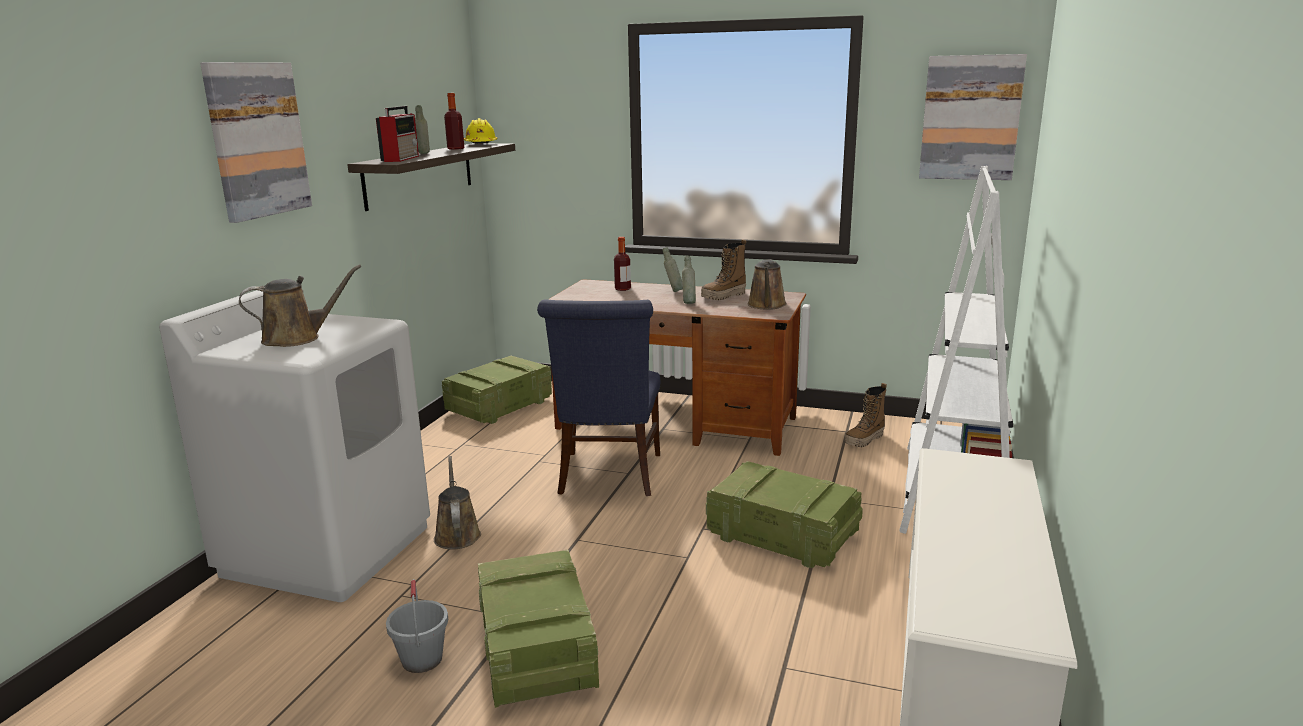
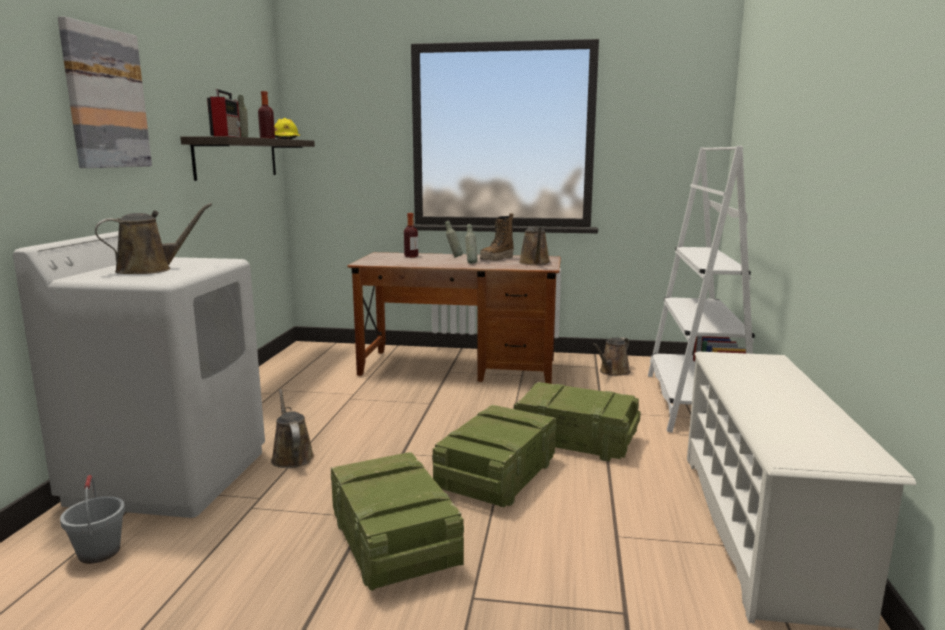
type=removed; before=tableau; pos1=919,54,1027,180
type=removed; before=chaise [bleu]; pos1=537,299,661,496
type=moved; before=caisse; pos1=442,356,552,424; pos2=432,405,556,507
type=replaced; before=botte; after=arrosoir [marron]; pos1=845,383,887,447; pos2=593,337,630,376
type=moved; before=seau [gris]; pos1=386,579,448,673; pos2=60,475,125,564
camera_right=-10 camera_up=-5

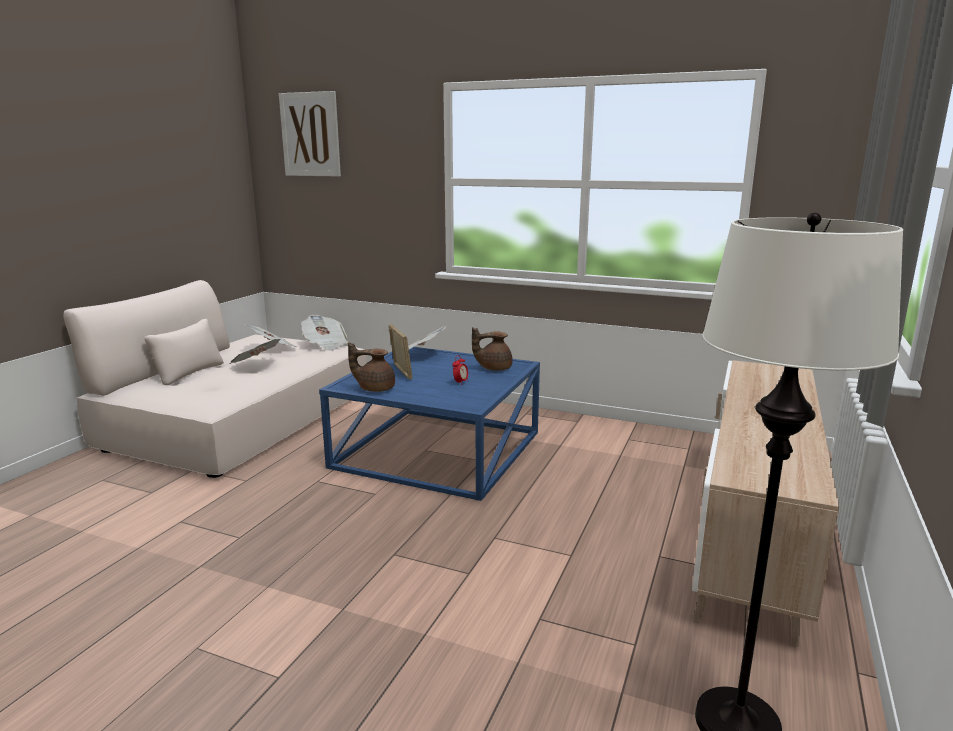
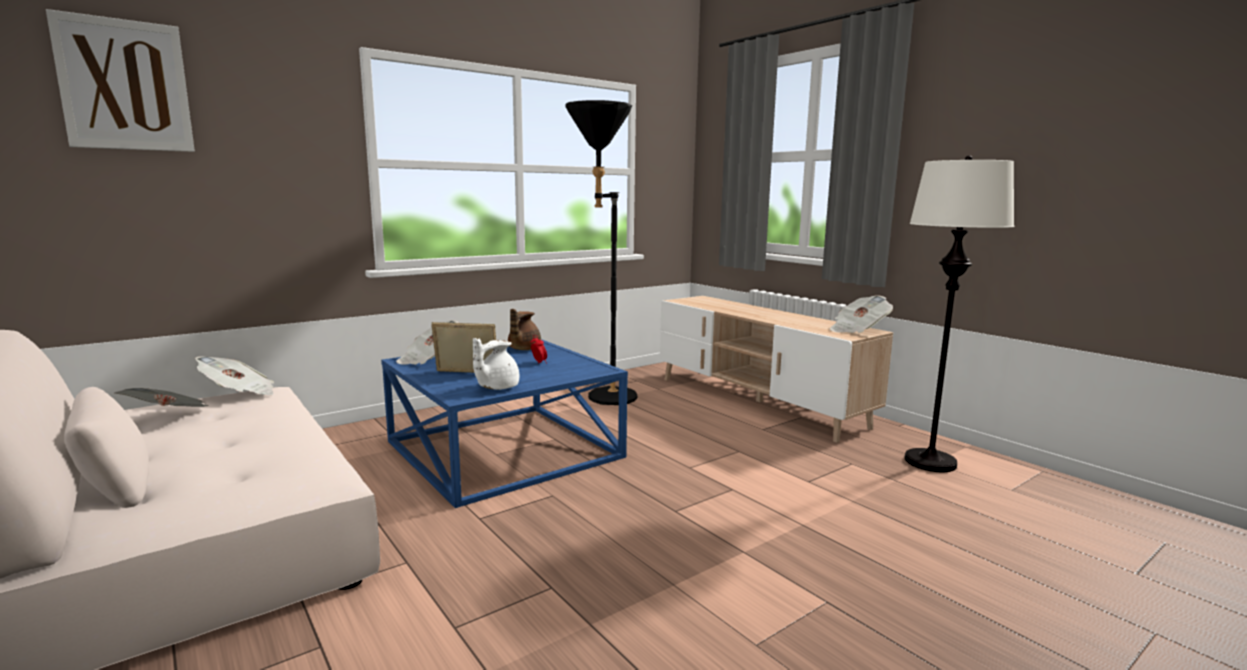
type=moved; before=journal; pos1=229,339,281,364; pos2=829,295,893,333
type=recoloured; before=théière [marron]; after=théière [blanc]; pos1=348,342,395,392; pos2=473,338,519,390
type=added; after=lampadaire [noir]; pos2=565,100,637,405
camera_right=-60 camera_up=-5

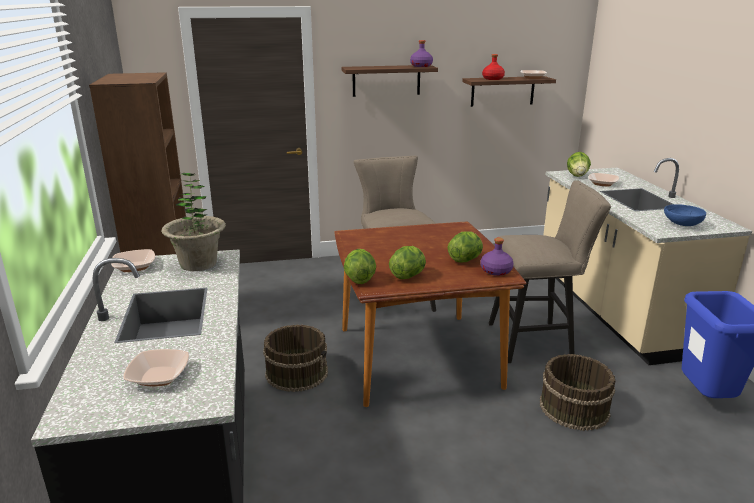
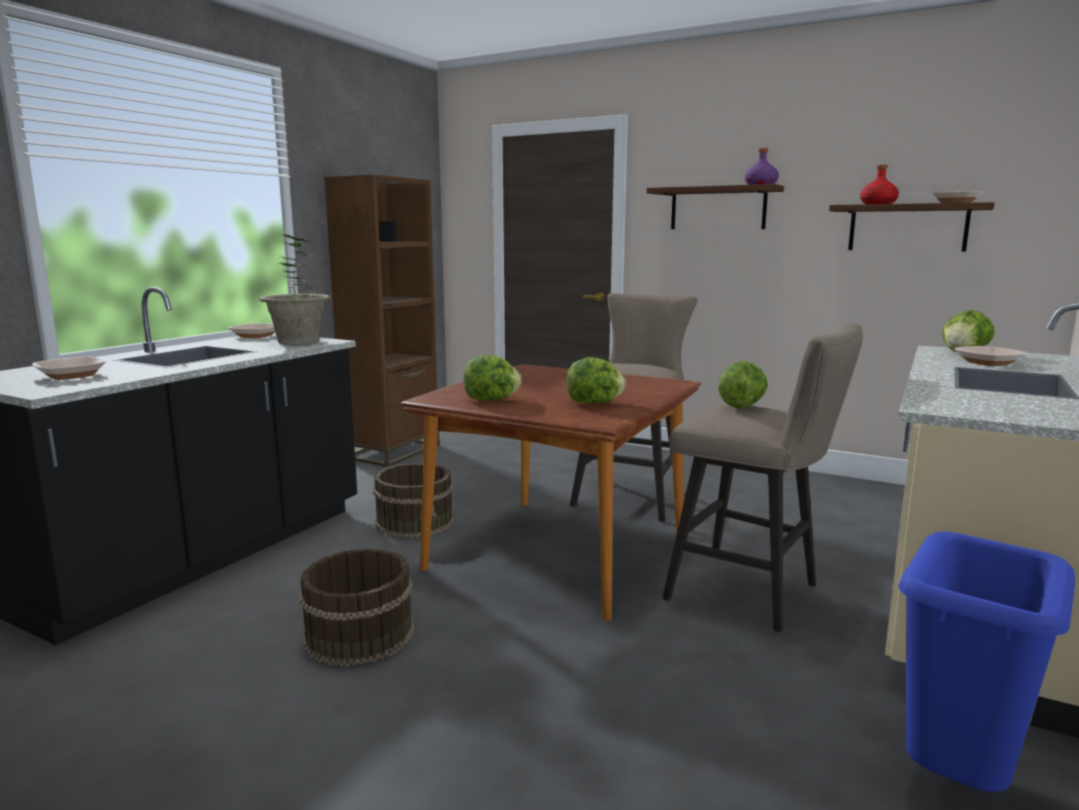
type=removed; before=bol [bleu]; pos1=664,204,706,226
type=removed; before=bouteille [violet]; pos1=480,237,514,276
type=moved; before=laitue; pos1=344,249,376,284; pos2=718,361,768,408
type=moved; before=seau [marron]; pos1=540,354,616,431; pos2=299,549,414,667
camera_right=40 camera_up=-10

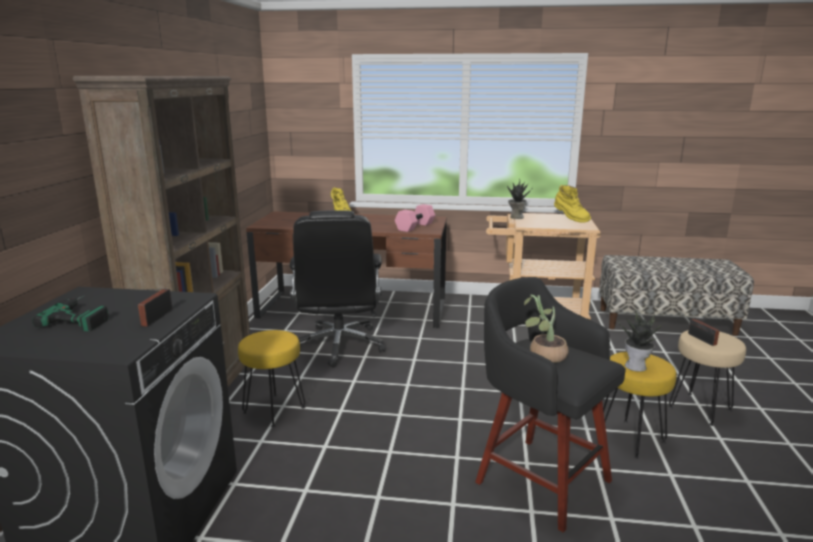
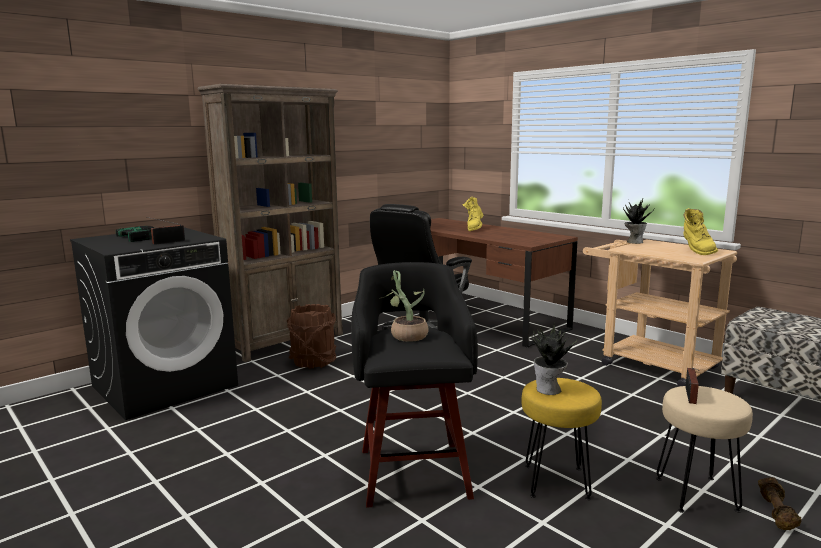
type=removed; before=haltère [rose]; pos1=395,204,435,232
type=replaced; before=tabouret [jaune]; after=seau [marron]; pos1=238,330,305,427; pos2=287,304,337,369
type=added; after=haltère [marron]; pos2=758,477,802,530
camera_right=40 camera_up=-5

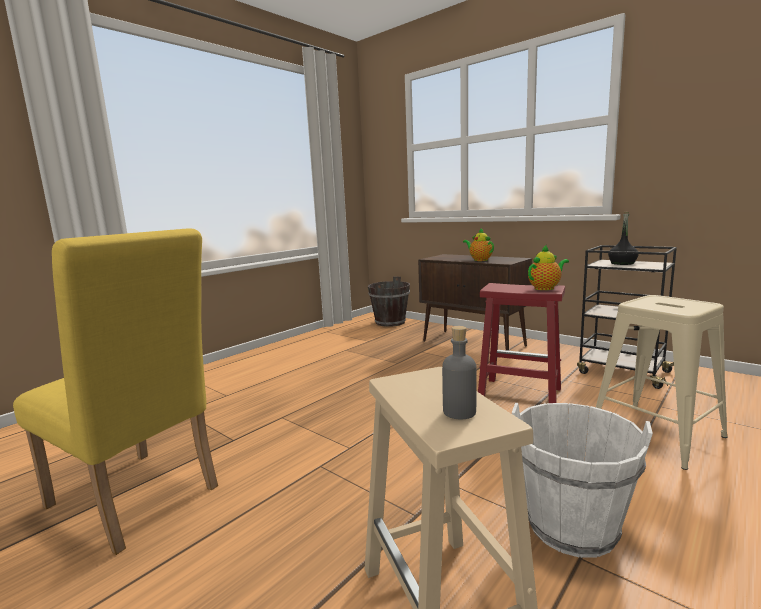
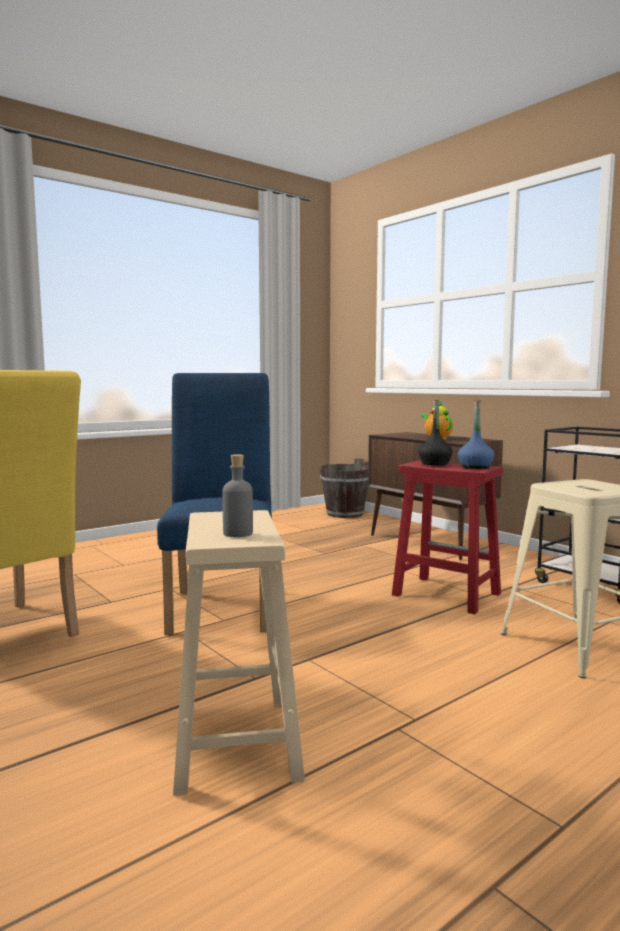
type=moved; before=bouteille [noir]; pos1=608,212,639,265; pos2=418,399,453,465
type=replaced; before=théière; after=bouteille [bleu]; pos1=528,244,569,290; pos2=458,400,494,469
type=removed; before=seau [blanc]; pos1=512,403,653,558
type=added; after=chaise [bleu]; pos2=157,373,272,635
camera_right=10 camera_up=-5

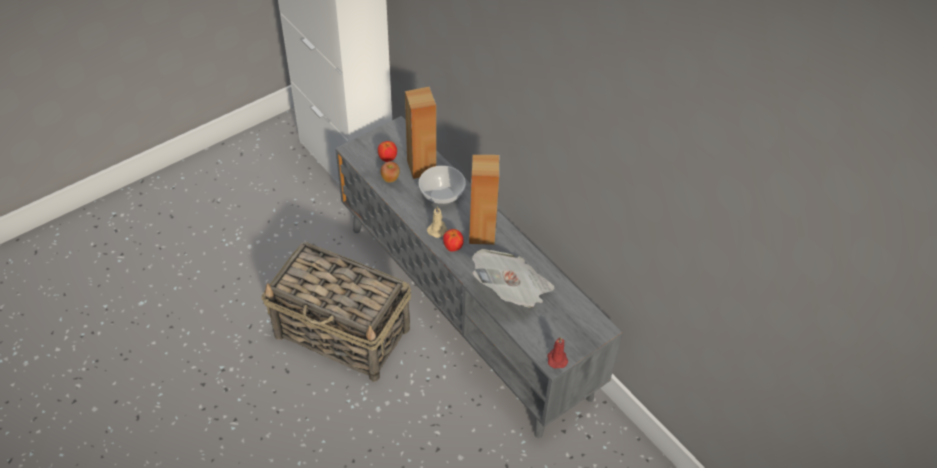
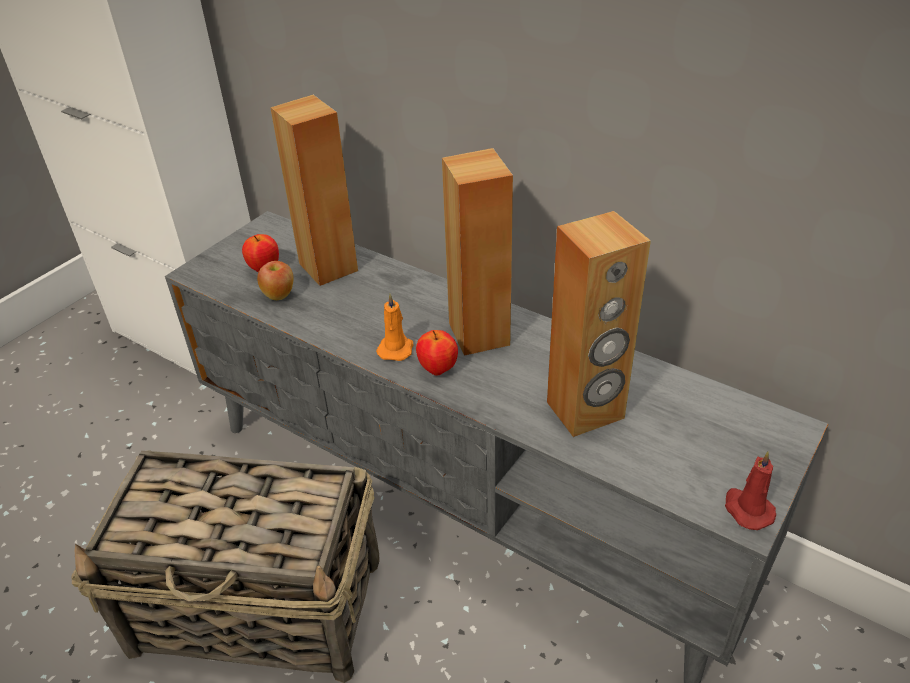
type=removed; before=bol; pos1=419,166,466,206
type=recoloured; before=bougie [beige]; after=bougie [orange]; pos1=427,206,447,238; pos2=376,293,413,361
type=replaced; before=journal; after=enceinte [marron]; pos1=472,249,555,308; pos2=547,211,651,437
camera_right=-15 camera_up=-10

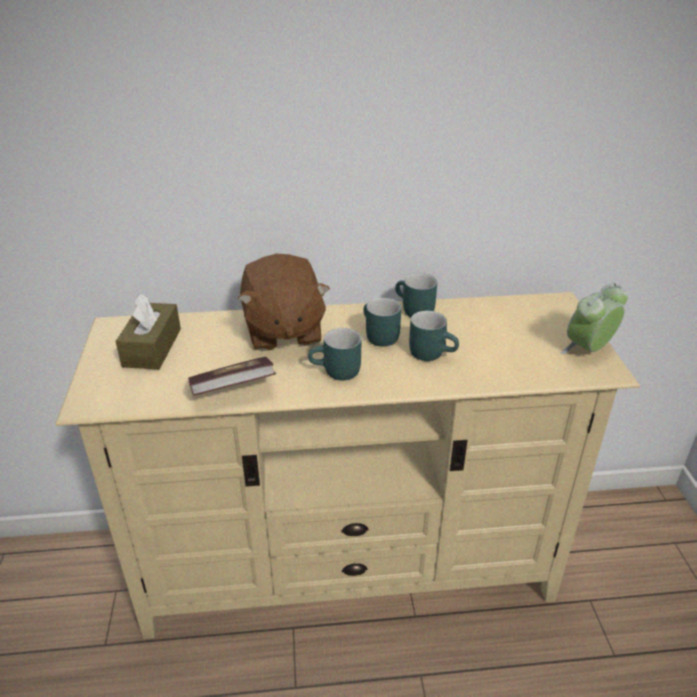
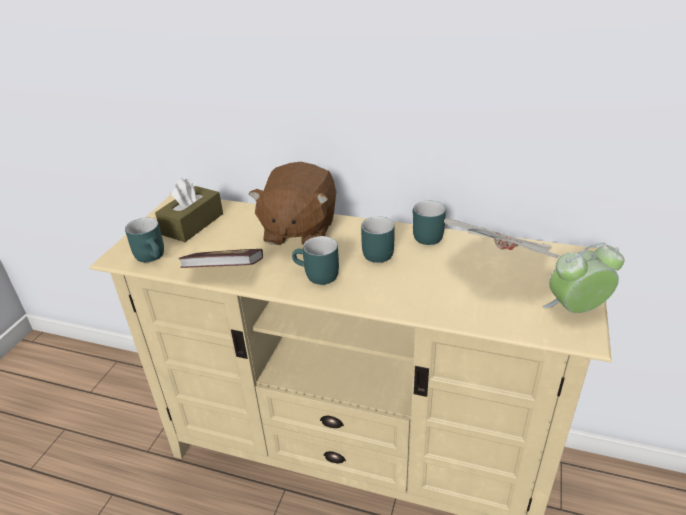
type=moved; before=mug [turquoise]; pos1=409,311,459,361; pos2=125,217,164,262
type=added; after=journal; pos2=444,218,561,259
camera_right=25 camera_up=0

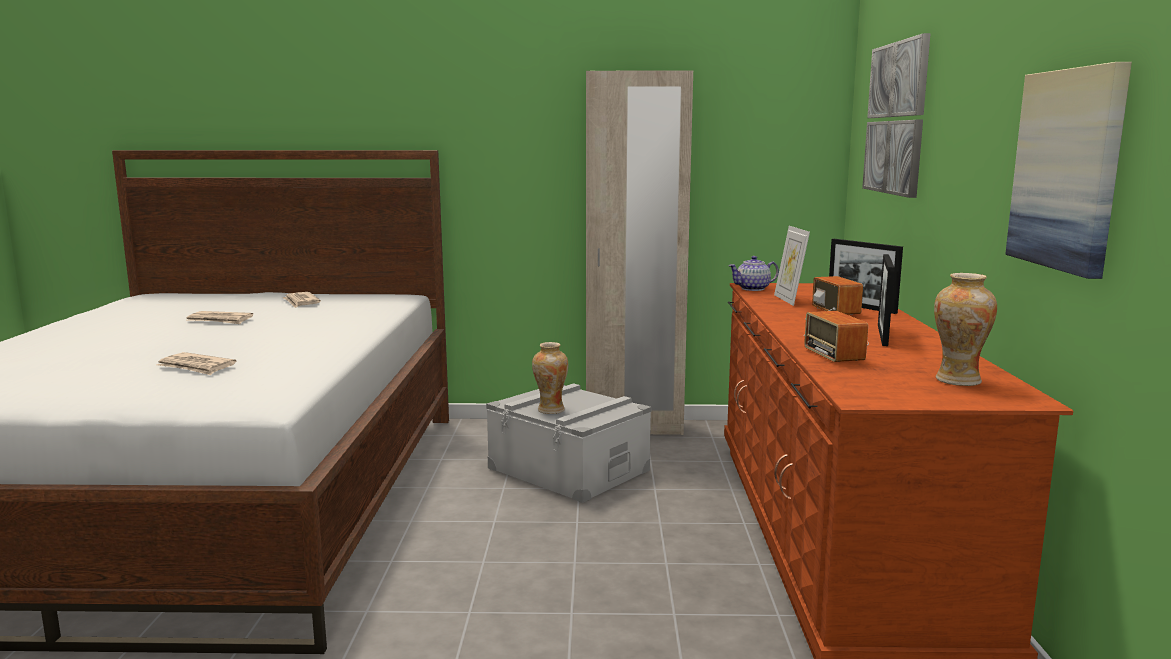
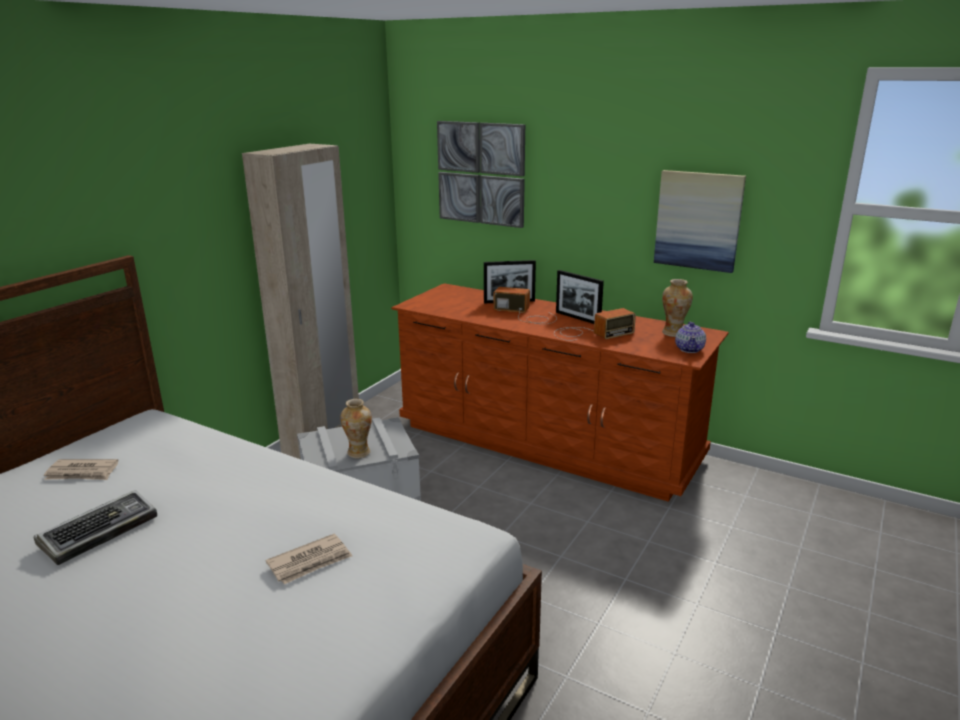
type=removed; before=cadre photo; pos1=774,226,810,306
type=moved; before=théière; pos1=728,256,779,291; pos2=675,322,706,353
type=replaced; before=journal; after=clavier; pos1=187,311,253,324; pos2=33,490,157,565
type=turned; before=radio; pos1=804,311,869,362; pos2=554,308,636,341; turn=-45
camera_right=-60 camera_up=10

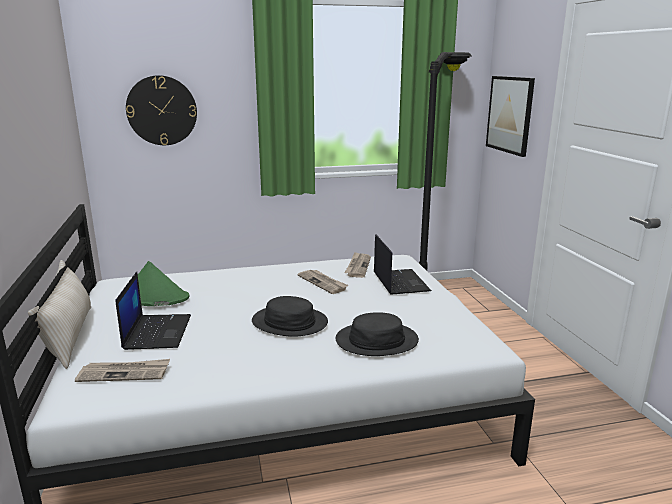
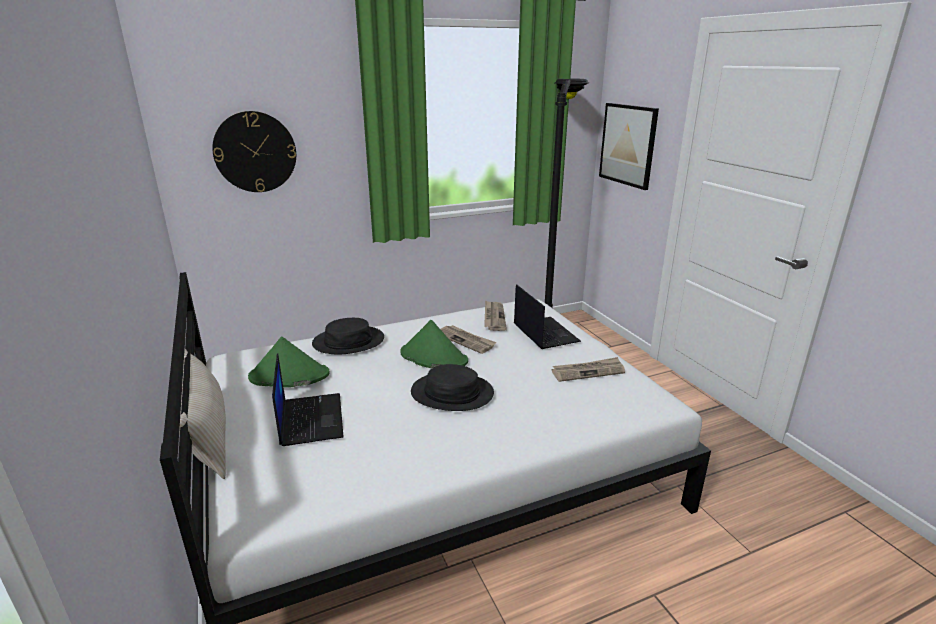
type=moved; before=chapeau [noir]; pos1=336,312,419,356; pos2=312,318,384,354
type=moved; before=journal; pos1=75,359,170,382; pos2=552,357,625,382
type=added; after=chapeau [vert]; pos2=400,320,468,368
camera_right=-10 camera_up=5

